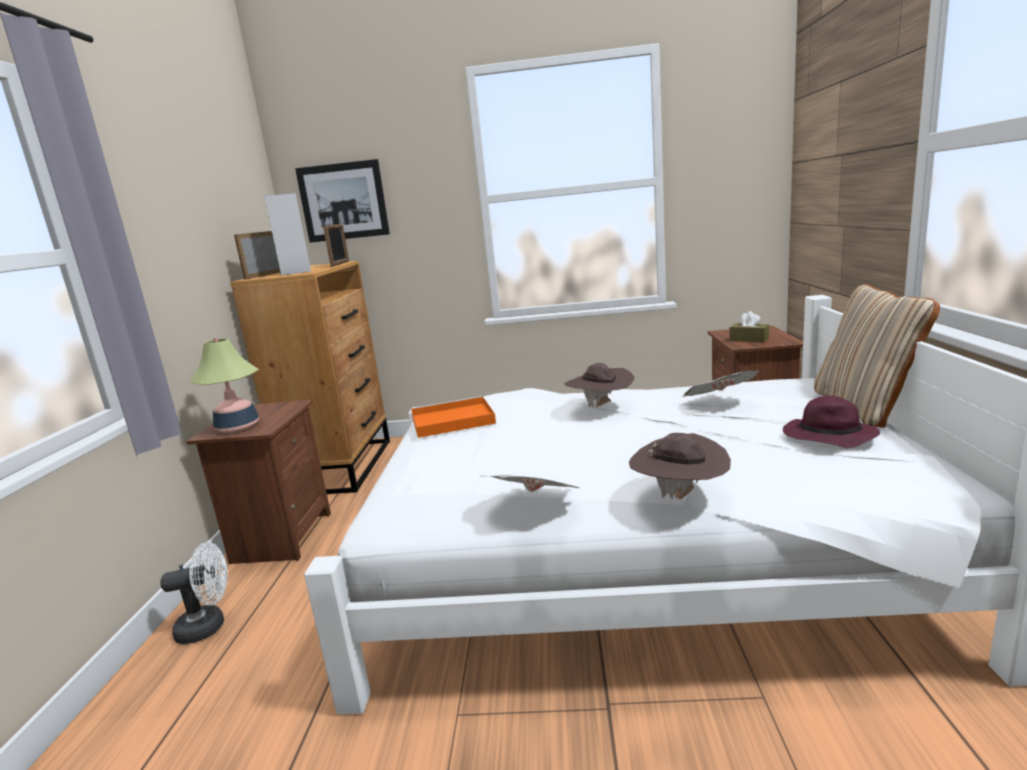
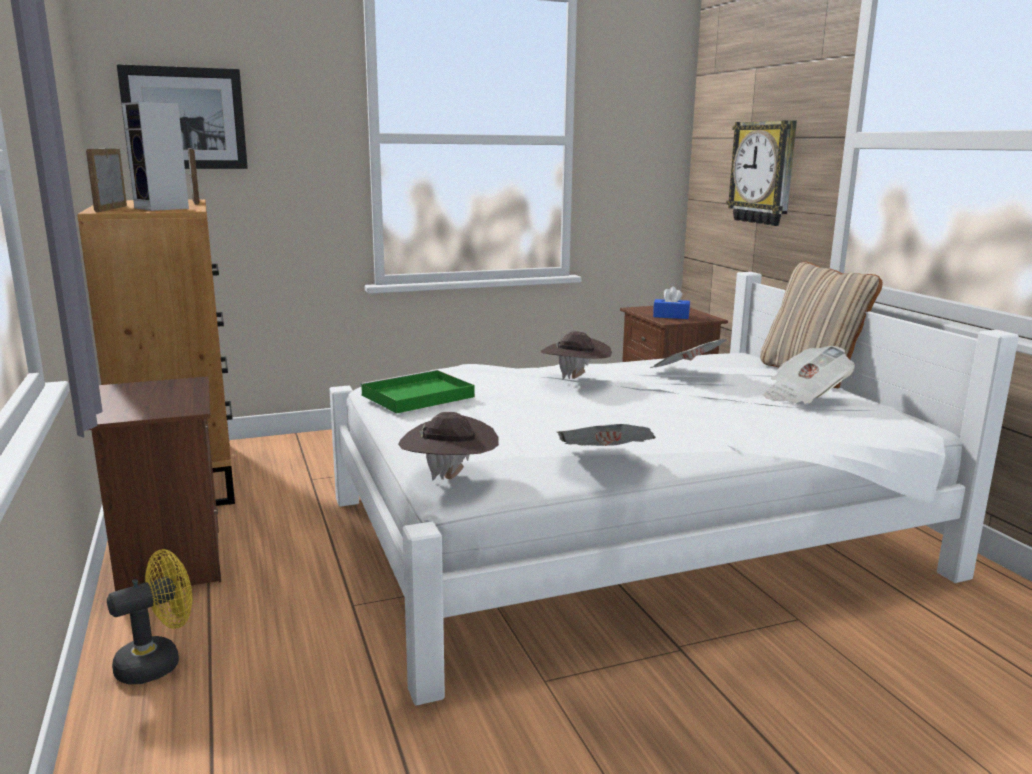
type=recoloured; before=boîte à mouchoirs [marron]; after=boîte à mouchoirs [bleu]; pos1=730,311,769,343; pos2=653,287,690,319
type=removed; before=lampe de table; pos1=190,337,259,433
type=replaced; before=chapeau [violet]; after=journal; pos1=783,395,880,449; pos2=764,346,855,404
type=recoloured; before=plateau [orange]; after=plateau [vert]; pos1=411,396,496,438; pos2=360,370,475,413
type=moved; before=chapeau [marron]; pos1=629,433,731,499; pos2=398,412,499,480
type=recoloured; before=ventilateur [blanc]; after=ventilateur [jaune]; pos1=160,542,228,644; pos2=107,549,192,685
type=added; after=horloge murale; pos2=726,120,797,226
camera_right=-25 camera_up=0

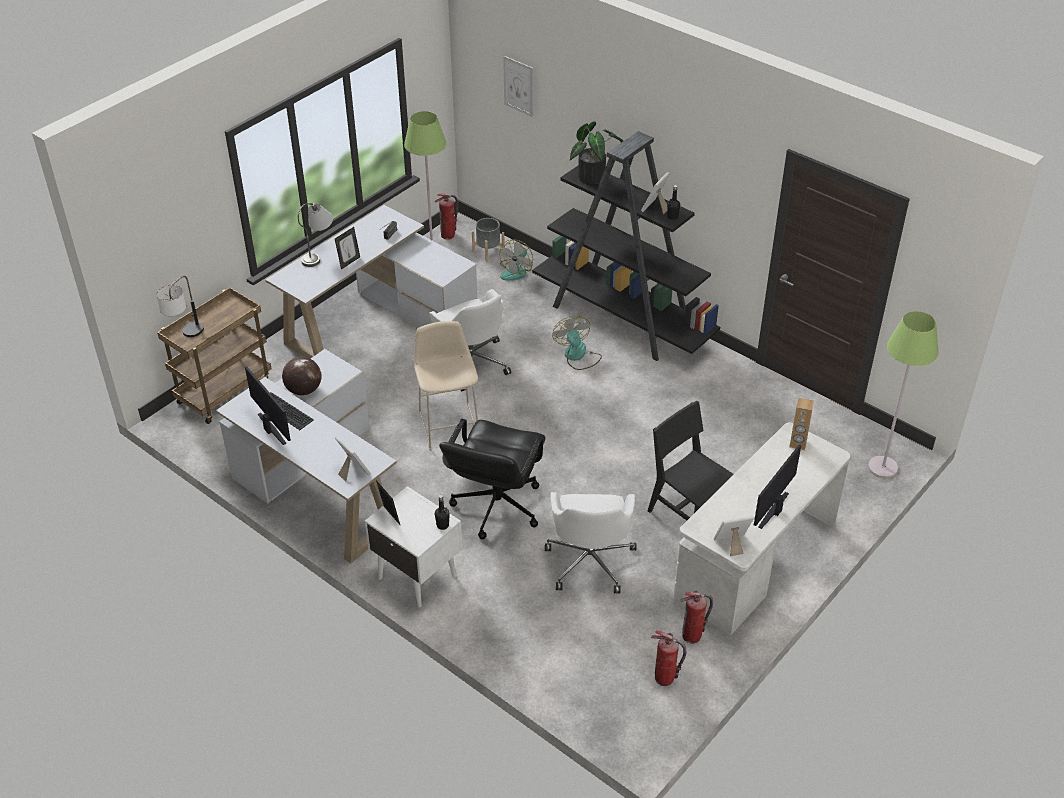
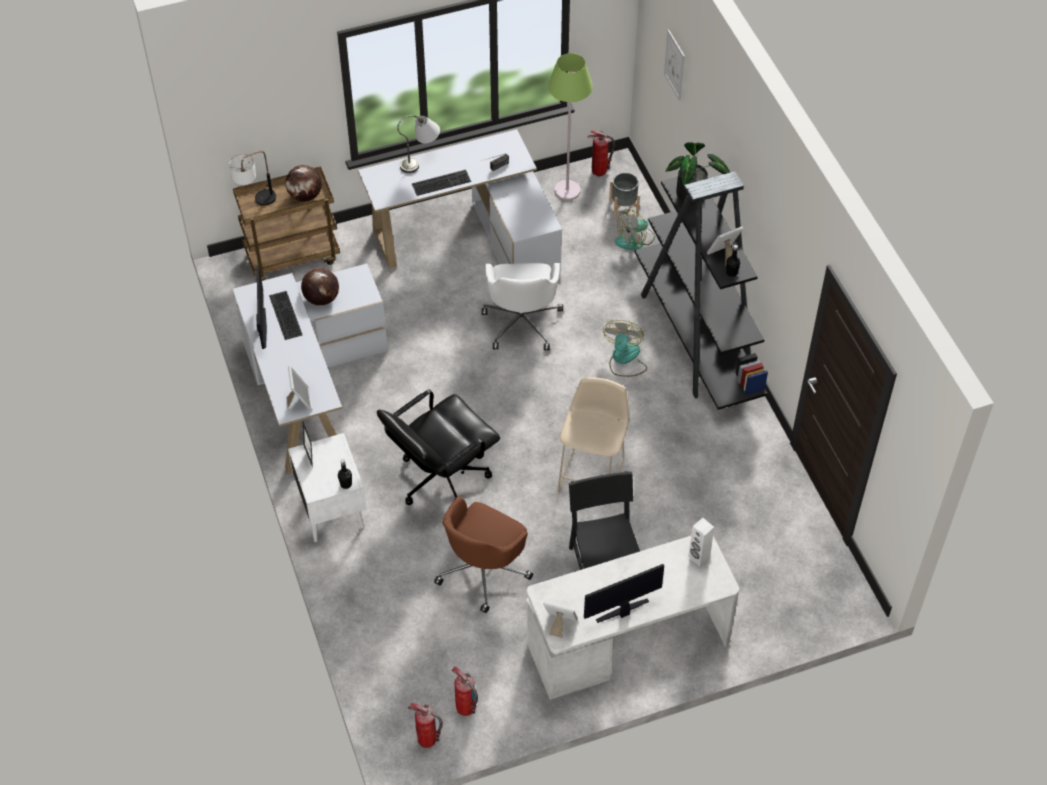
type=replaced; before=cadre photo; after=clavier; pos1=335,227,360,269; pos2=412,170,471,196
type=removed; before=lampadaire [vert]; pos1=868,311,938,478
type=moved; before=tabouret [beige]; pos1=414,321,478,451; pos2=557,377,629,506
type=recoloured; before=enceinte [marron]; after=enceinte [blanc]; pos1=789,398,814,450; pos2=688,518,714,566
type=recoloured; before=chaise de bureau [blanc]; after=chaise de bureau [marron]; pos1=545,492,636,594; pos2=434,496,533,613
type=moved; before=extincteur; pos1=680,590,713,644; pos2=408,703,443,748
type=added; after=globe; pos2=285,165,322,202
camera_right=30 camera_up=10

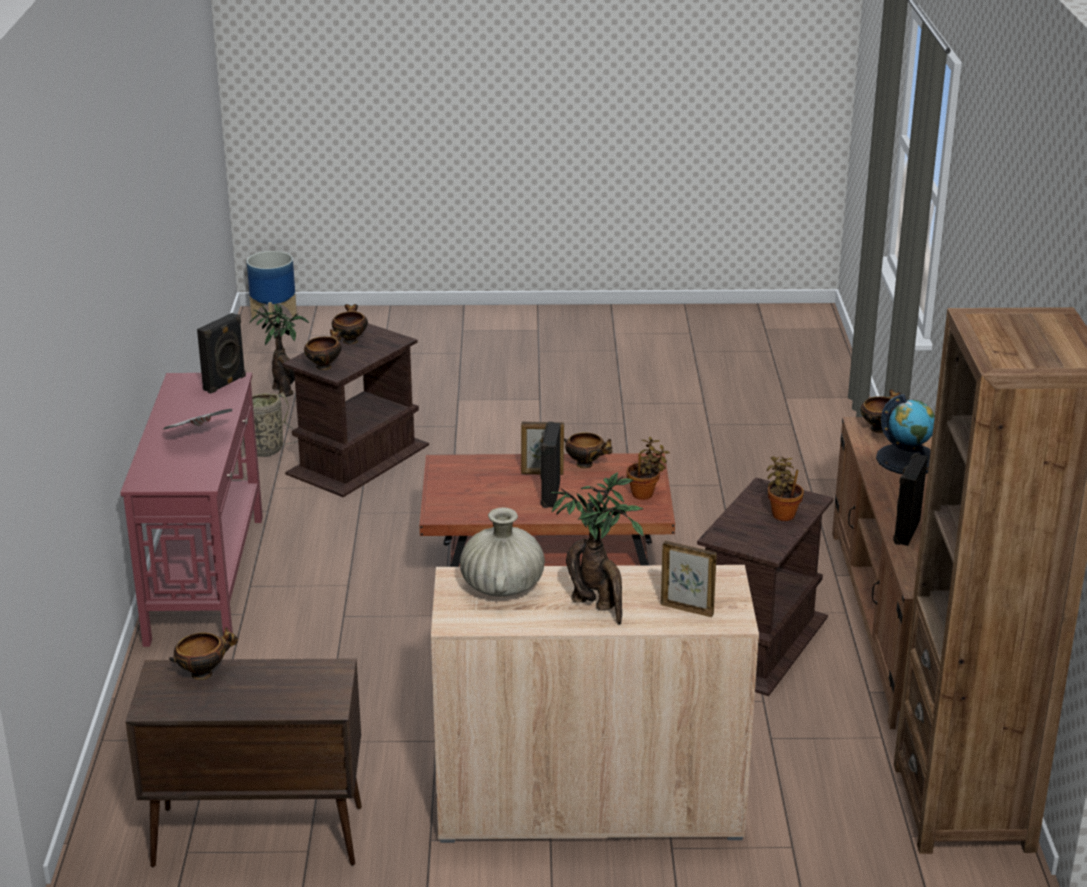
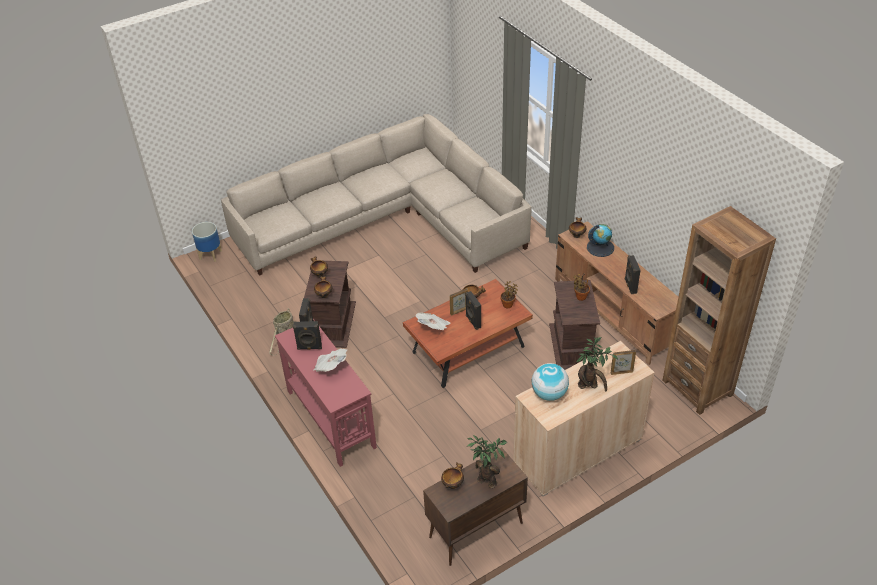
type=moved; before=plante en pot; pos1=249,304,309,397; pos2=467,435,507,488
type=replaced; before=vase [beige]; after=globe; pos1=460,507,545,597; pos2=531,363,569,401
type=added; after=canapé [beige]; pos2=221,114,532,276
type=added; after=journal; pos2=415,313,450,330
type=added; after=enceinte [noir]; pos2=293,321,322,350
camera_right=-30 camera_up=15

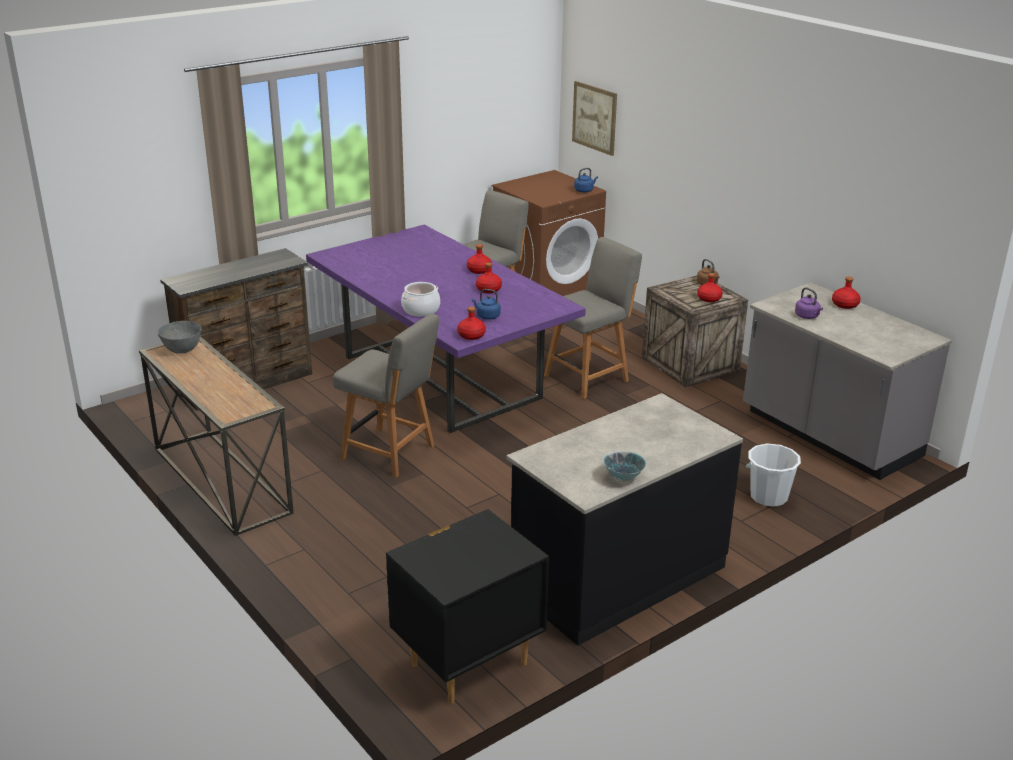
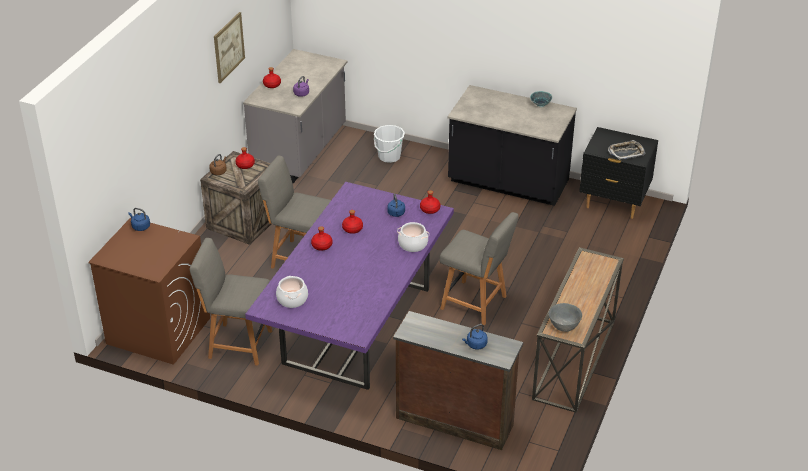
type=moved; before=tableau; pos1=572,81,617,156; pos2=214,12,245,83
type=turned; before=chaise [gris]; pos1=333,313,439,478; pos2=440,212,519,325; turn=120
type=added; after=plateau; pos2=608,140,645,160
type=added; after=marmite; pos2=276,276,308,308
type=added; after=bouilloire [bleu]; pos2=462,324,488,349
camera_right=-120 camera_up=10

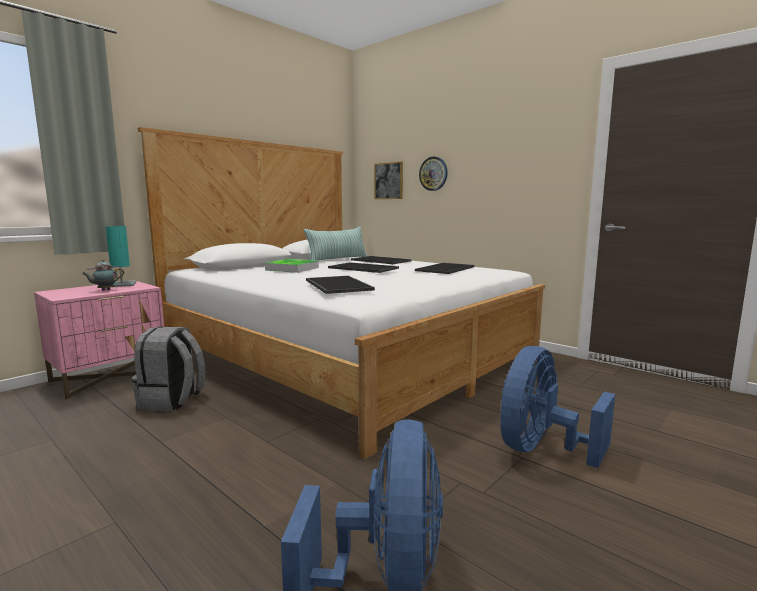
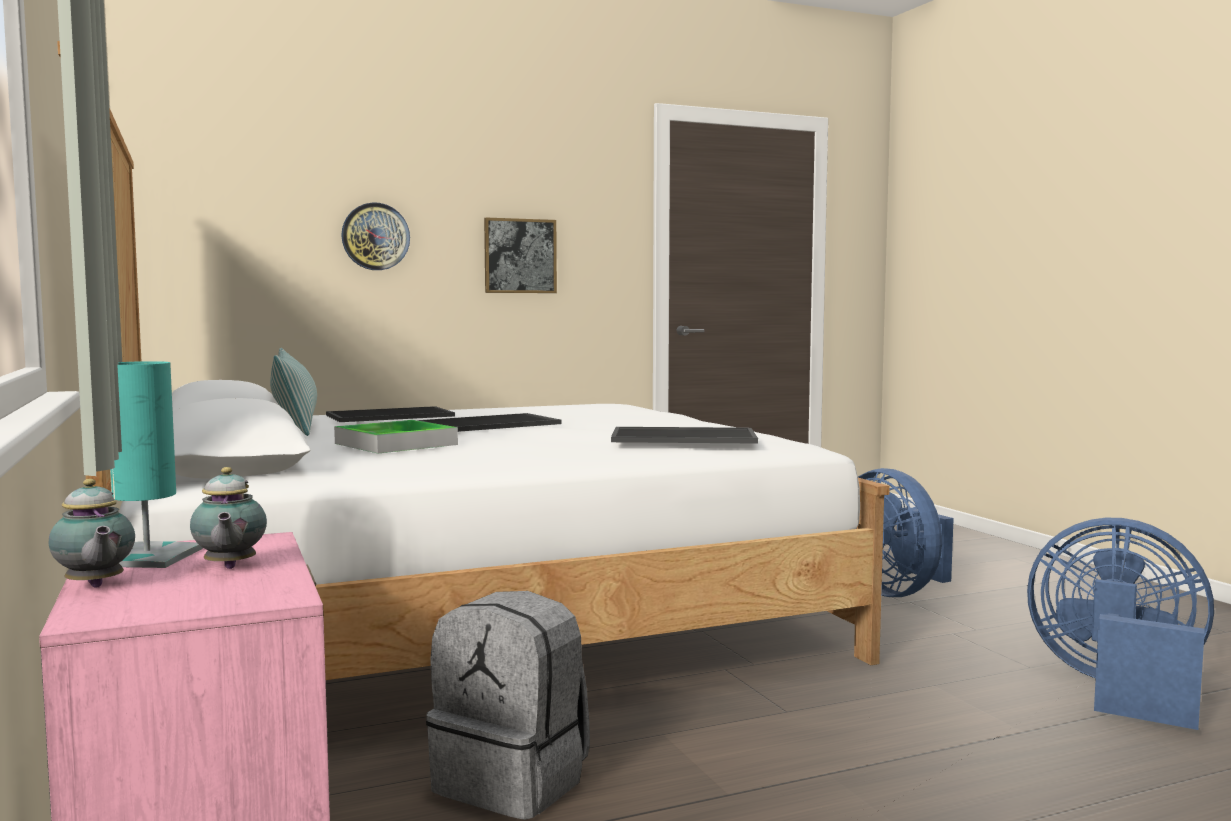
type=moved; before=tableau; pos1=374,162,403,199; pos2=484,218,557,293
type=removed; before=plateau; pos1=415,263,475,274
type=added; after=théière; pos2=49,479,135,588
camera_right=-65 camera_up=-5

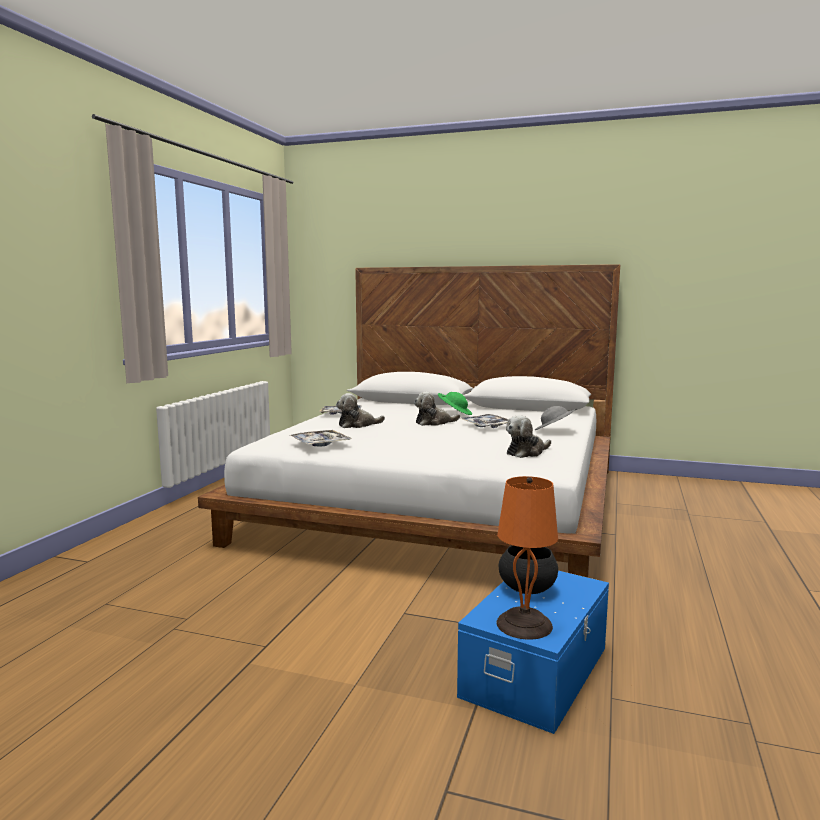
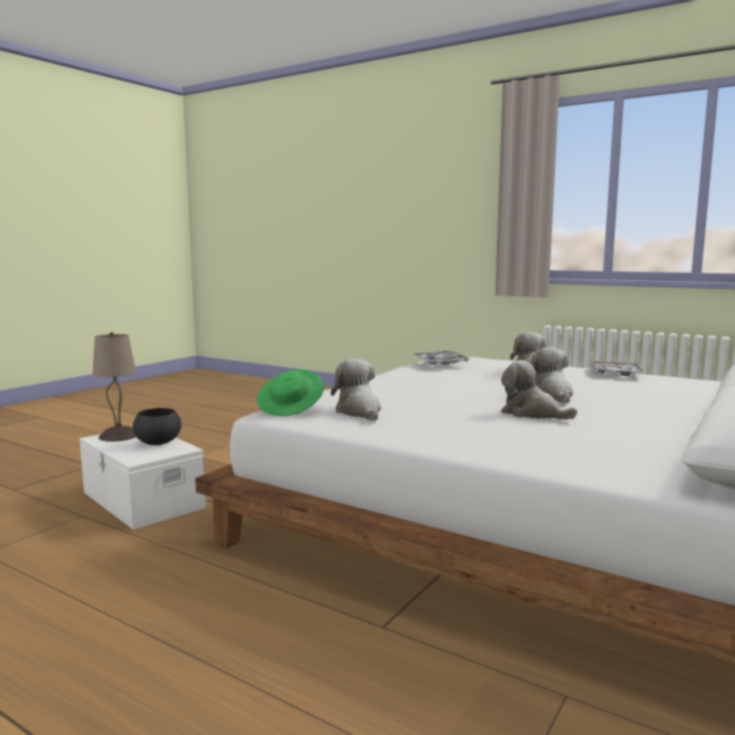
type=moved; before=chapeau [vert]; pos1=438,392,472,415; pos2=257,369,324,416
type=removed; before=chapeau [gris]; pos1=535,406,577,430
type=replaced; before=plateau; after=peluche; pos1=459,414,508,428; pos2=501,360,577,420
type=recoloured; before=lampe de table [orange]; after=lampe de table [beige]; pos1=496,476,558,640; pos2=92,332,136,442
type=recoloured; before=boîte de rangement [bleu]; after=boîte de rangement [blanc]; pos1=457,571,609,734; pos2=79,434,206,530
camera_right=105 camera_up=0

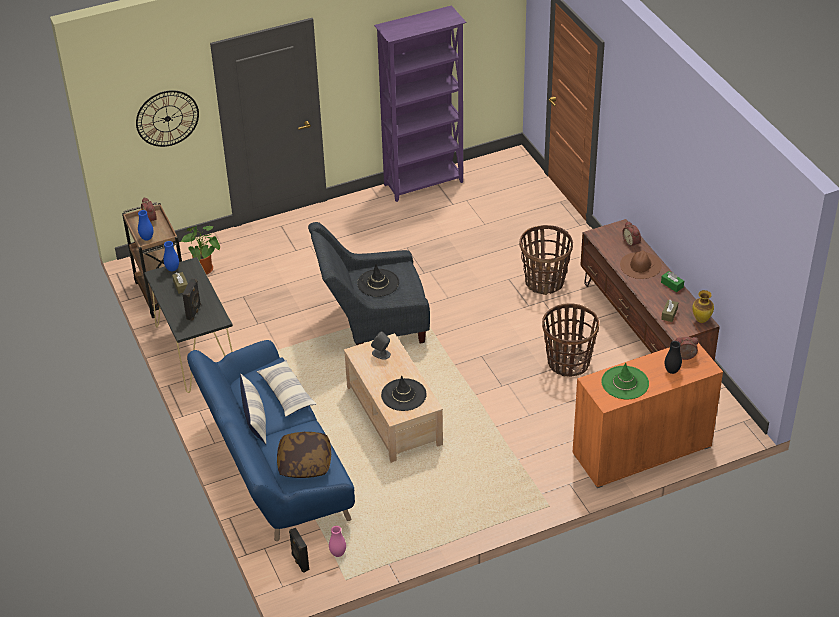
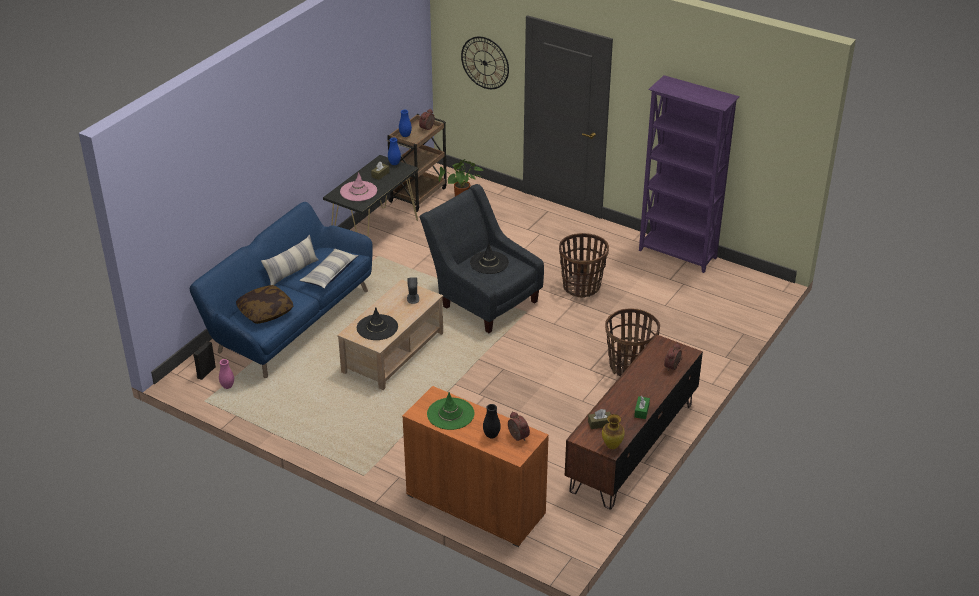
type=removed; before=chapeau [marron]; pos1=620,251,662,279
type=replaced; before=enceinte [noir]; after=chapeau [rose]; pos1=182,278,201,321; pos2=340,172,377,201
type=moved; before=panier; pos1=542,303,599,377; pos2=559,233,609,298
camera_right=55 camera_up=-5

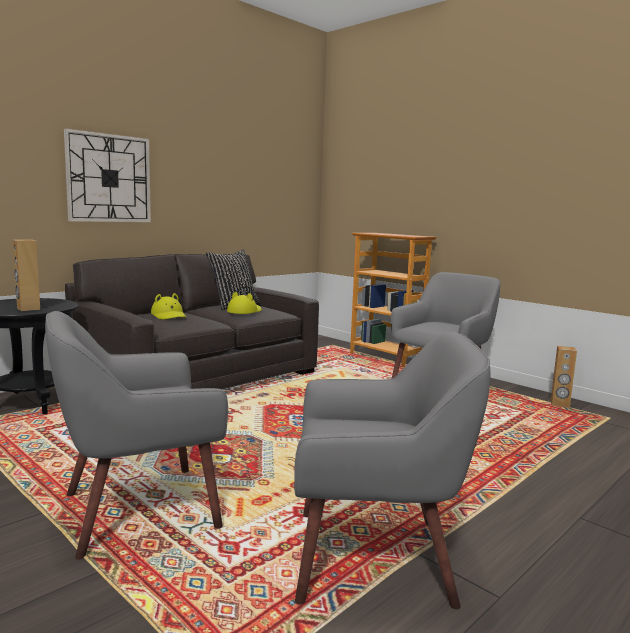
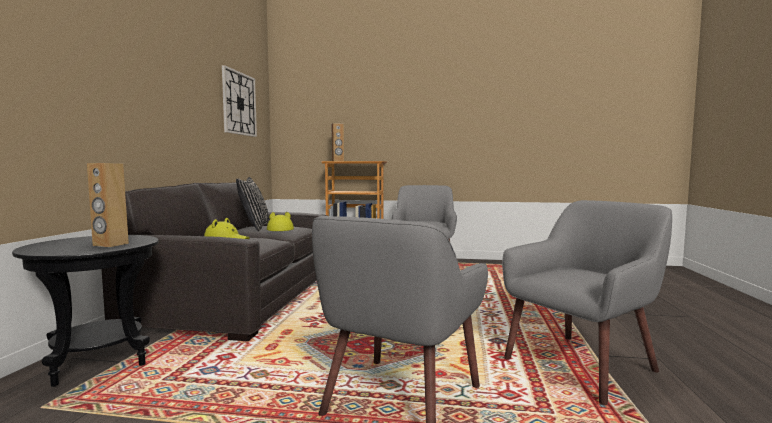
type=moved; before=horloge murale; pos1=64,128,151,222; pos2=222,65,257,137
type=moved; before=enceinte [marron]; pos1=551,346,577,408; pos2=332,123,344,161
camera_right=-35 camera_up=-5

